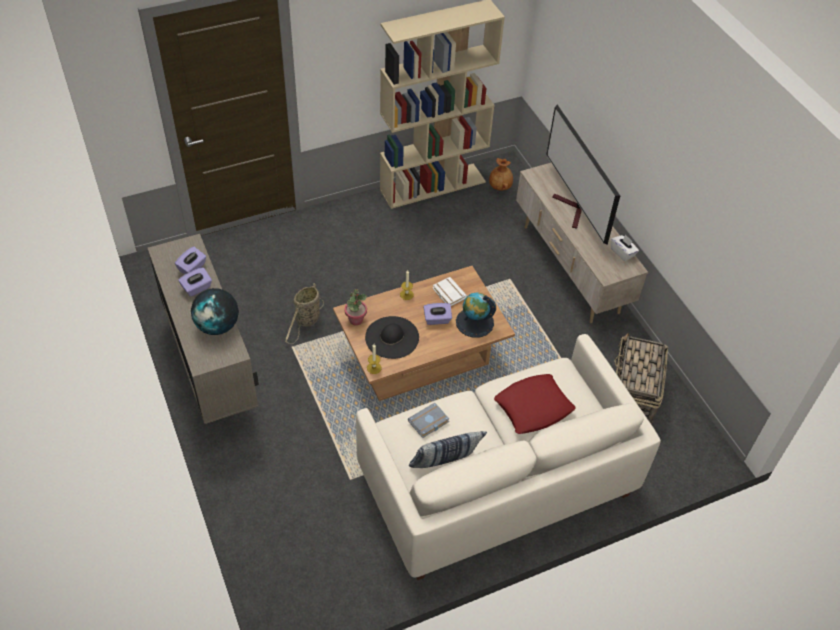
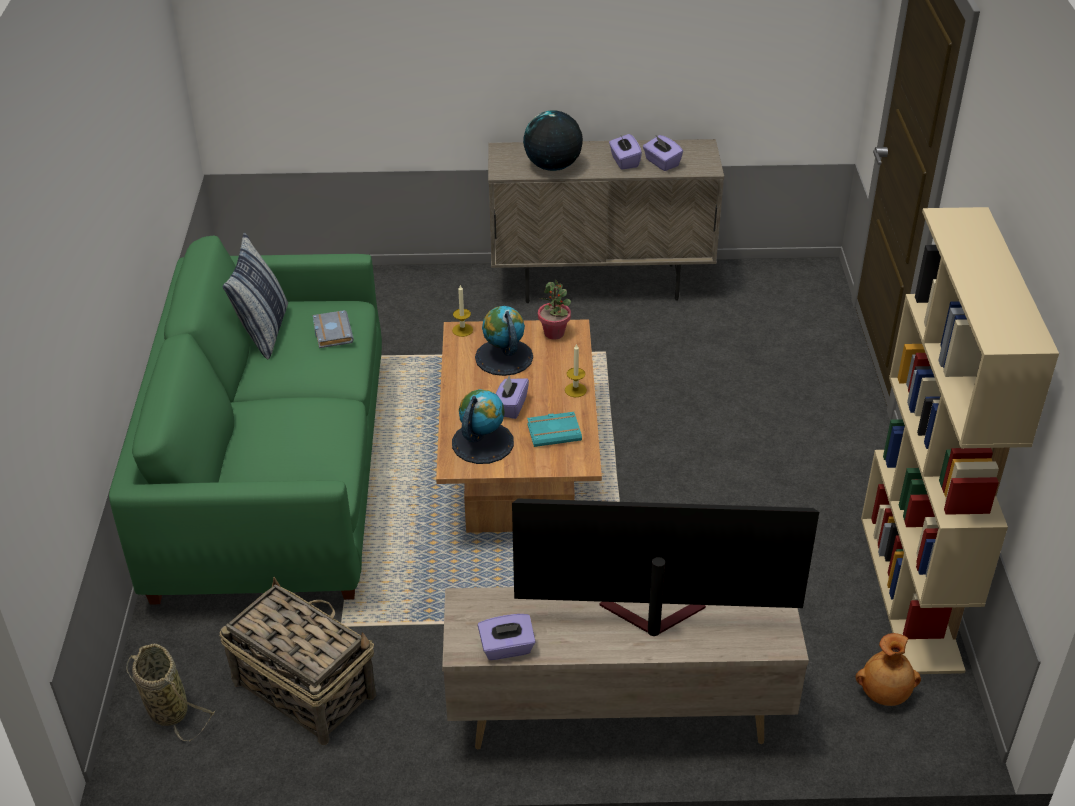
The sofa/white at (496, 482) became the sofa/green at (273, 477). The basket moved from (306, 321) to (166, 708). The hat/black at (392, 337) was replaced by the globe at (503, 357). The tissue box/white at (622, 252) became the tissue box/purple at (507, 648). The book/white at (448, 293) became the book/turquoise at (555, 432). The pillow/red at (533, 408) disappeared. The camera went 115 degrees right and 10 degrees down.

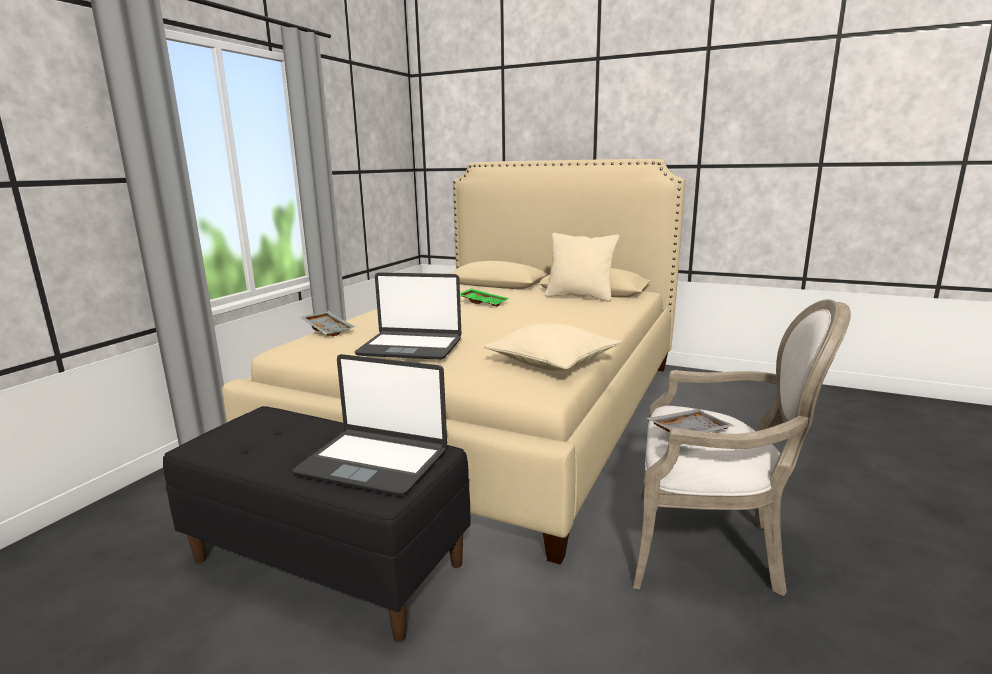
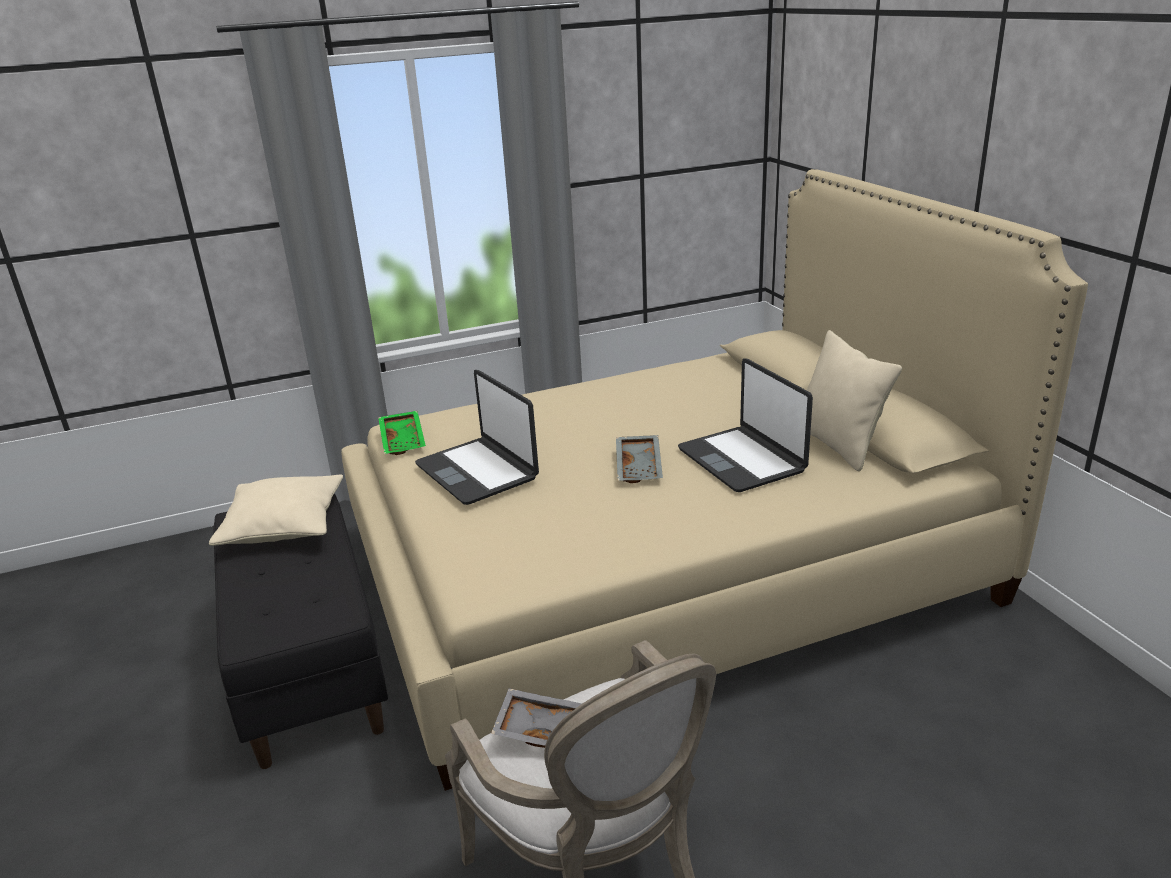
The pillow/beige moved from (552, 362) to (283, 526). The tray/green moved from (483, 303) to (404, 440). The tray/grey moved from (329, 330) to (640, 467). The laptop moved from (374, 462) to (742, 460). The camera went 45 degrees right and 10 degrees up.

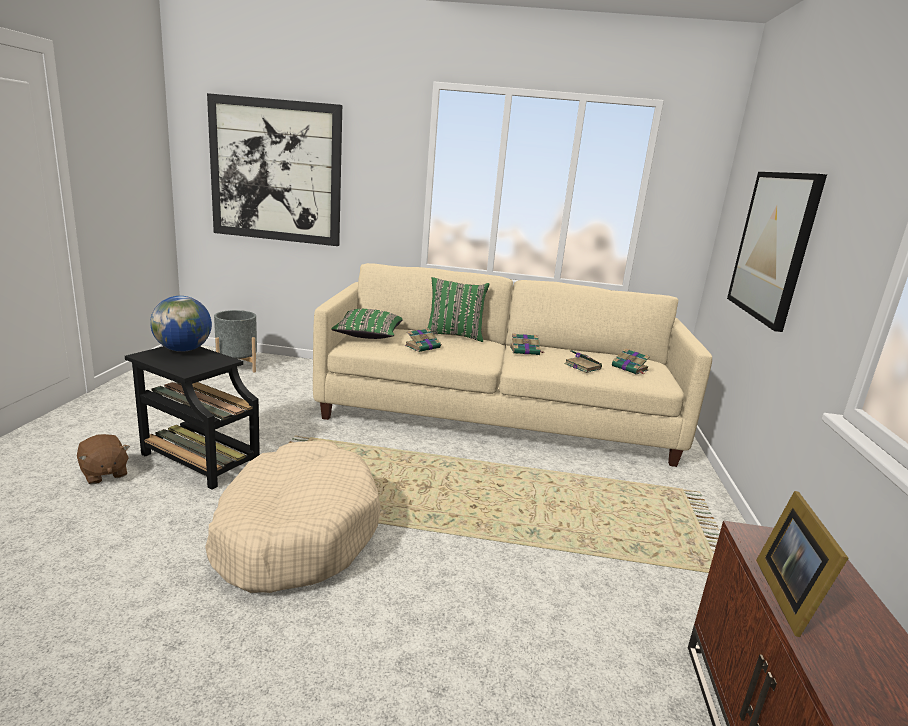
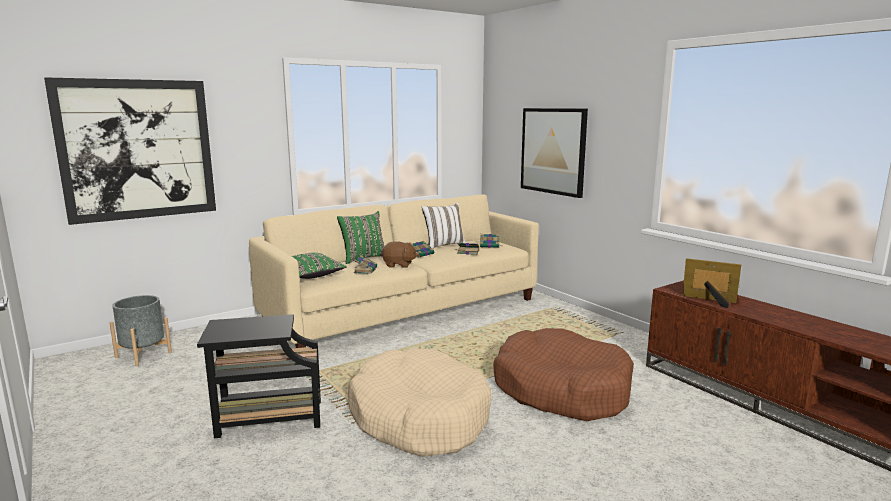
The plush toy/brown moved from (104, 473) to (399, 265). The pillow/white at (443, 245) appeared. The dog bed/brown at (561, 389) appeared. The picture frame at (789, 595) turned 150 degrees clockwise. The globe at (183, 350) disappeared. The camera went 40 degrees left and 5 degrees down.

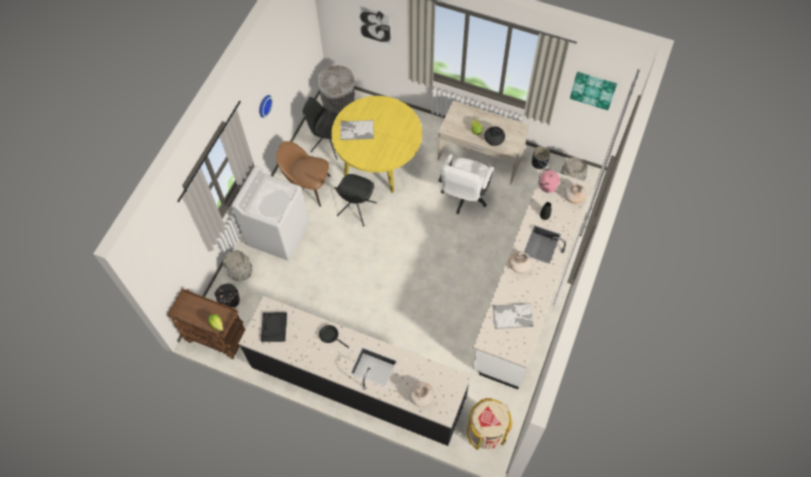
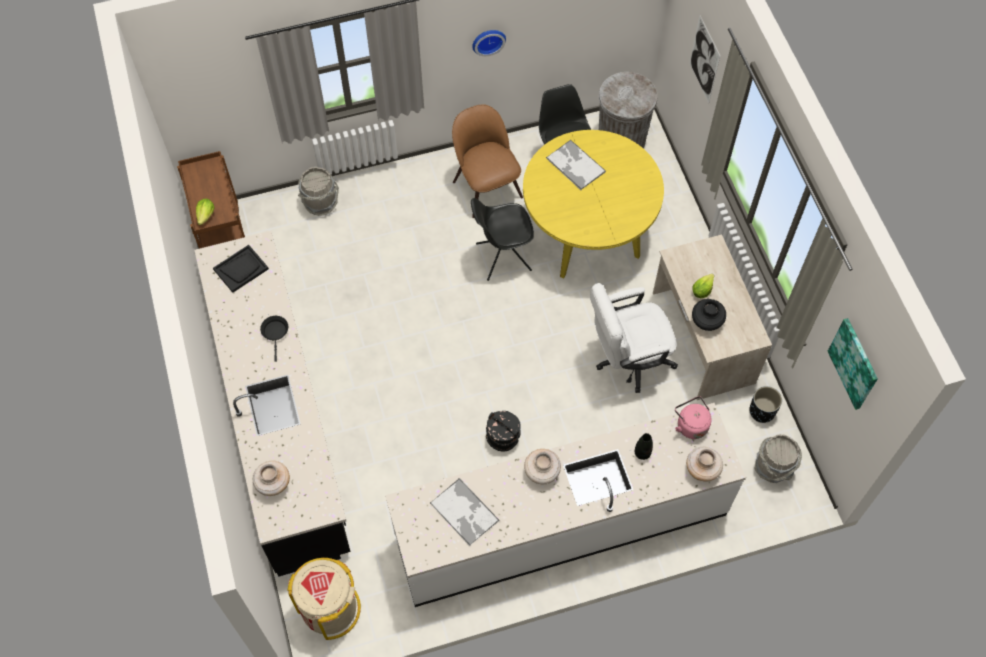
The bucket/black moved from (229, 301) to (503, 437). The washing machine/white at (278, 234) disappeared. The camera went 50 degrees right and 0 degrees up.

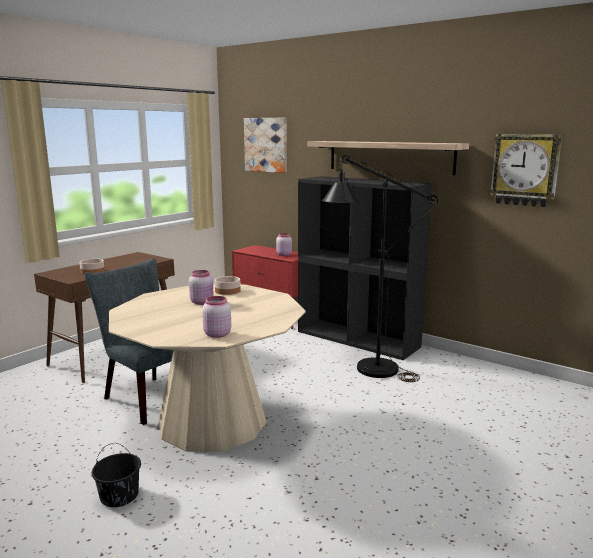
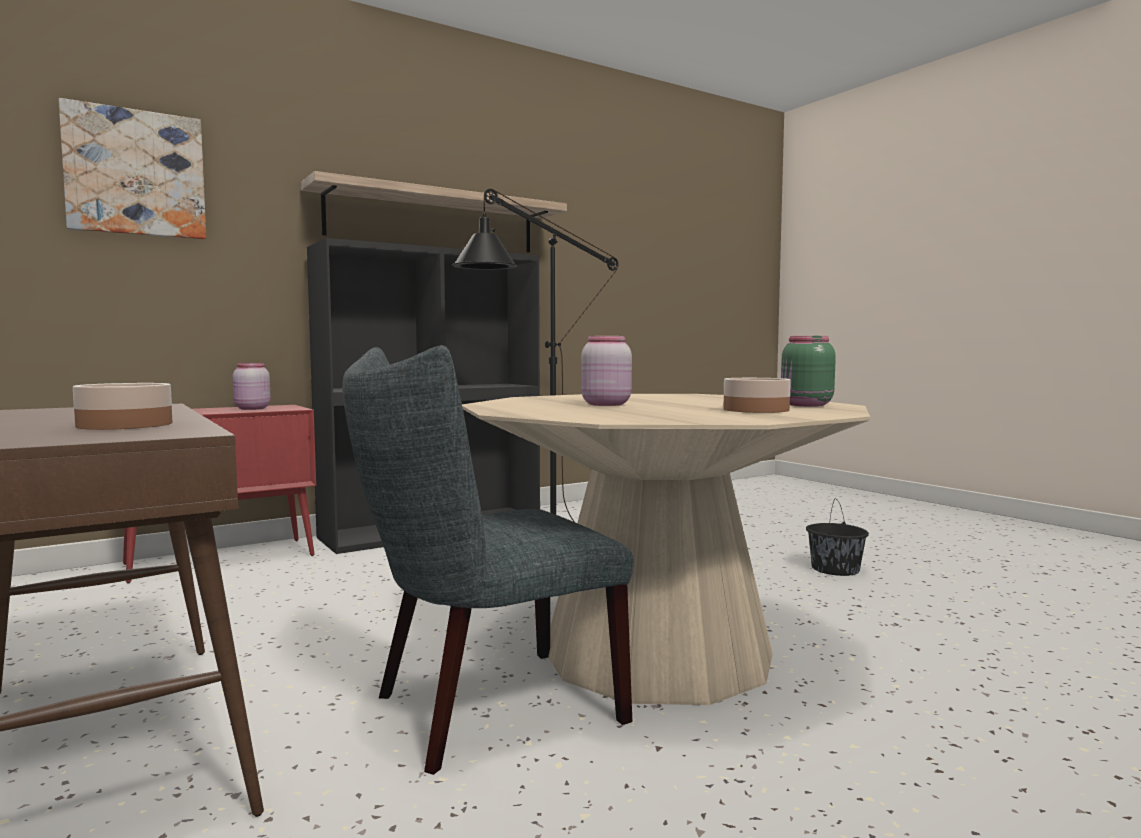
The bowl moved from (227, 291) to (754, 410). The jar/pink at (217, 334) became the jar/green at (805, 405). The bucket/black moved from (119, 495) to (835, 569). The wall clock at (525, 170) disappeared. The camera went 70 degrees left and 10 degrees down.

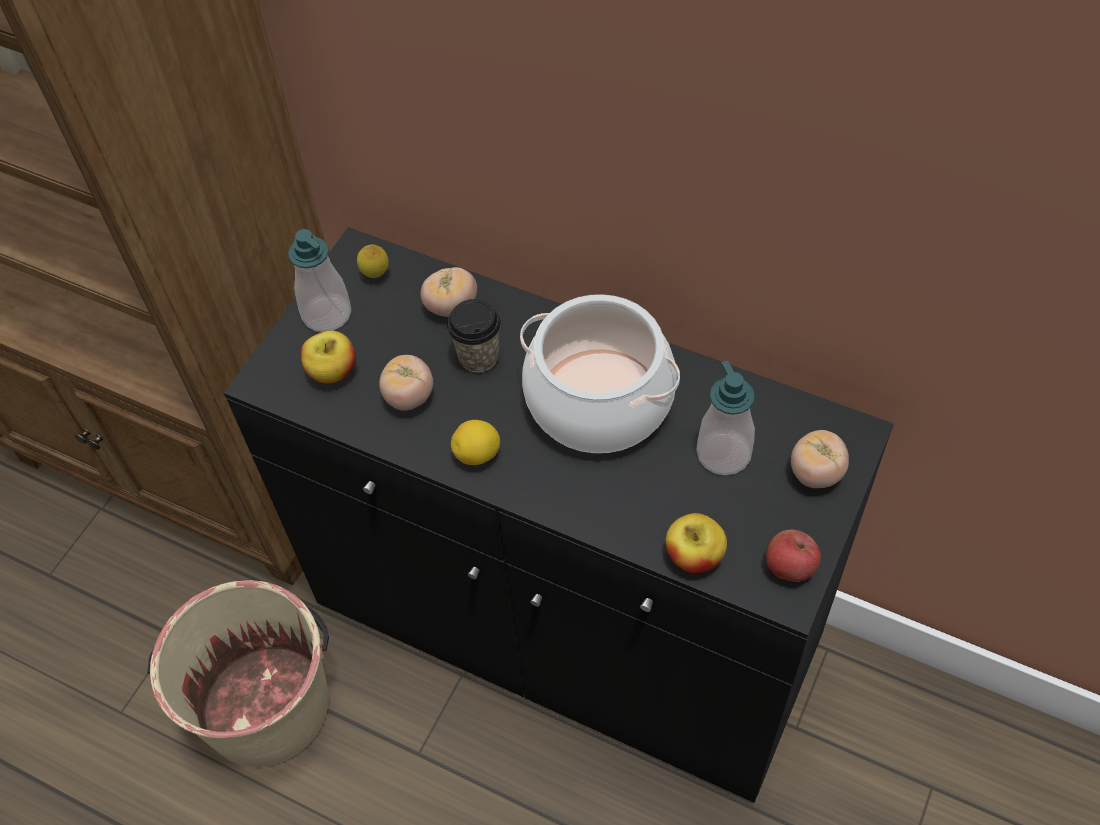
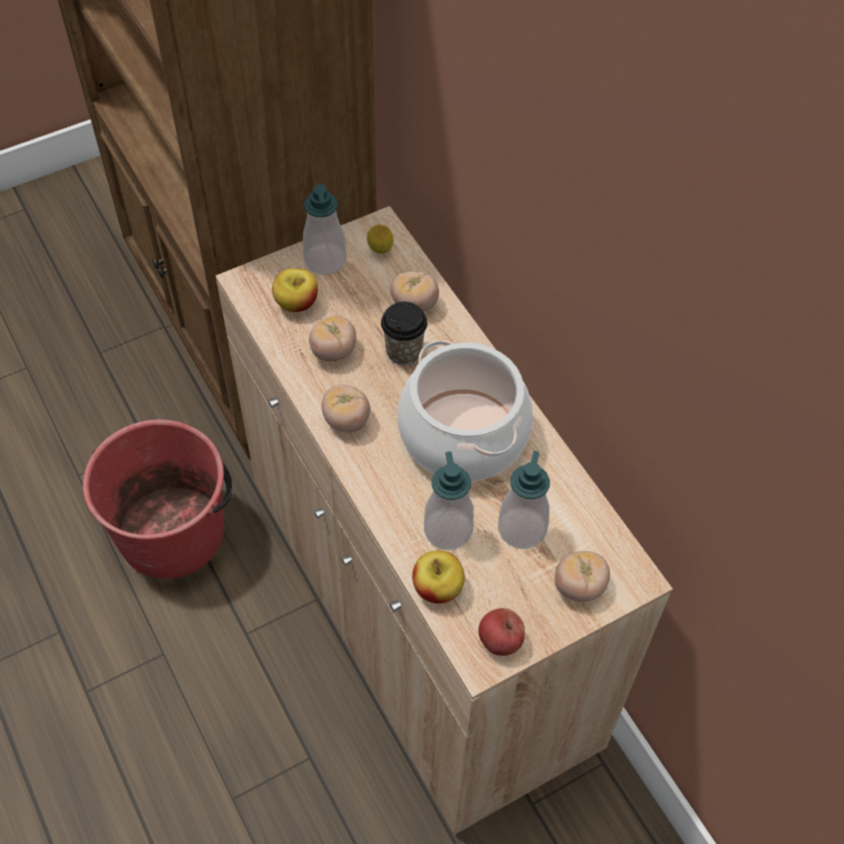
The bucket/beige at (266, 704) became the bucket/red at (172, 531). The cabinet/black at (565, 622) became the cabinet/beige at (418, 610). The lemon at (477, 454) was replaced by the tomato at (346, 420). The soap dispenser at (448, 530) appeared. The camera went 30 degrees right and 0 degrees up.

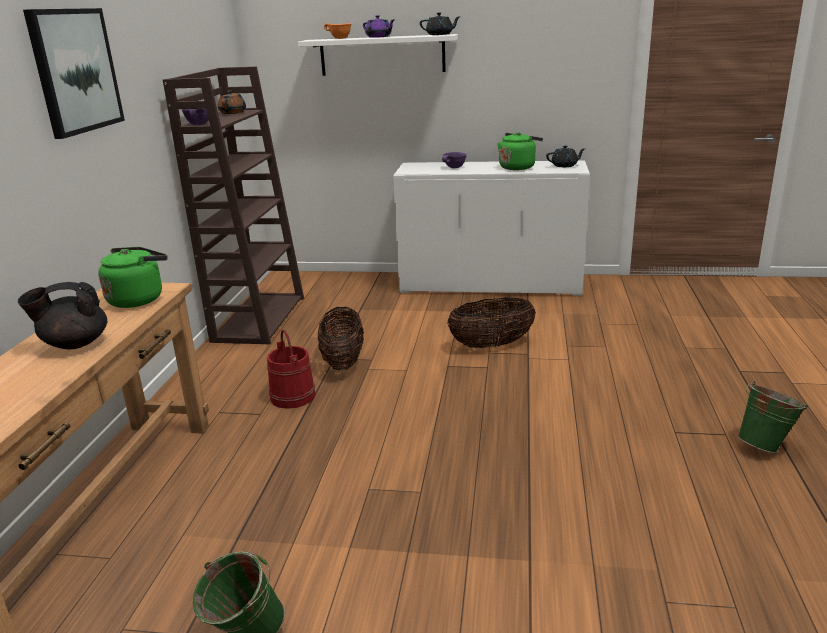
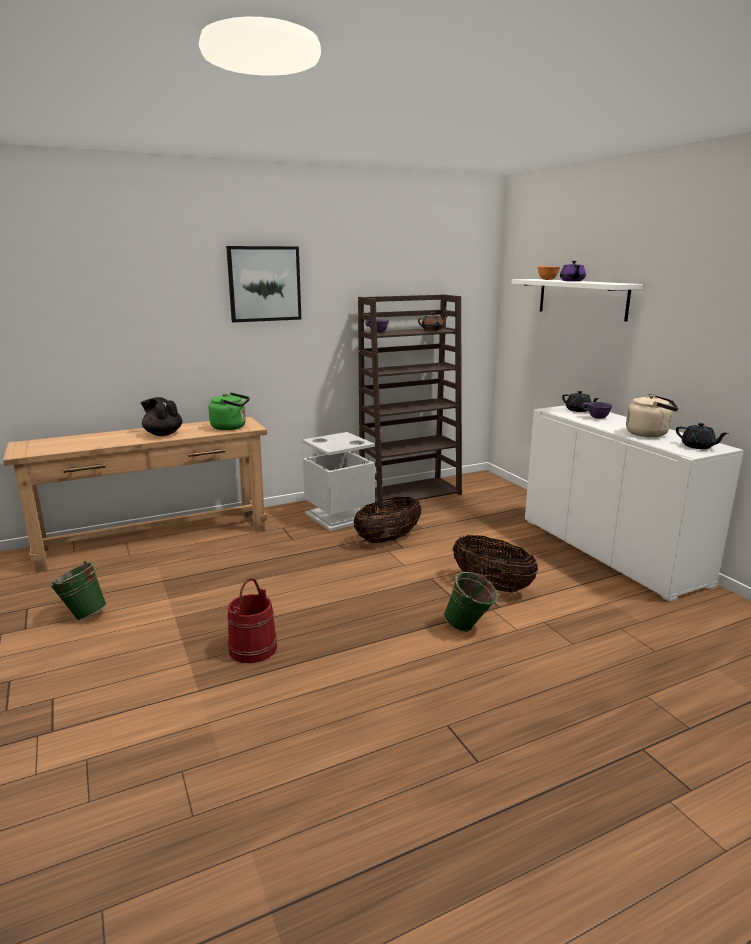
The bucket/red moved from (293, 396) to (253, 649). The trash can/grey at (338, 516) appeared. The bucket/green moved from (765, 445) to (469, 628). The teapot/black moved from (440, 34) to (578, 410). The kettle/green at (518, 167) became the kettle/beige at (649, 434). The camera went 55 degrees right and 5 degrees down.

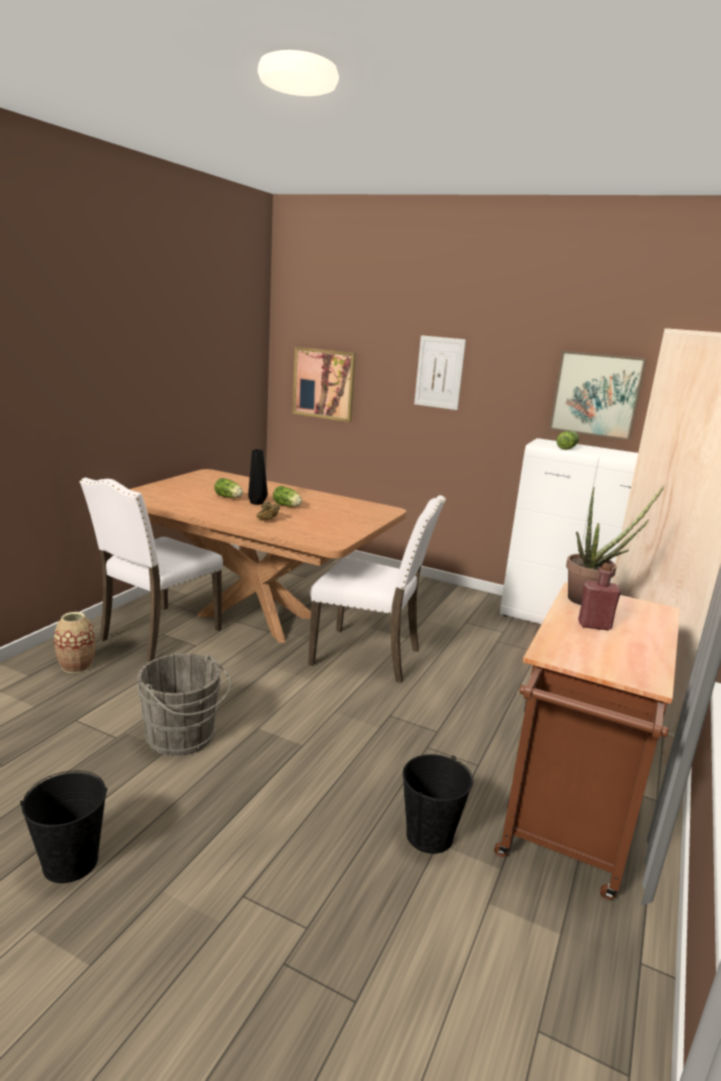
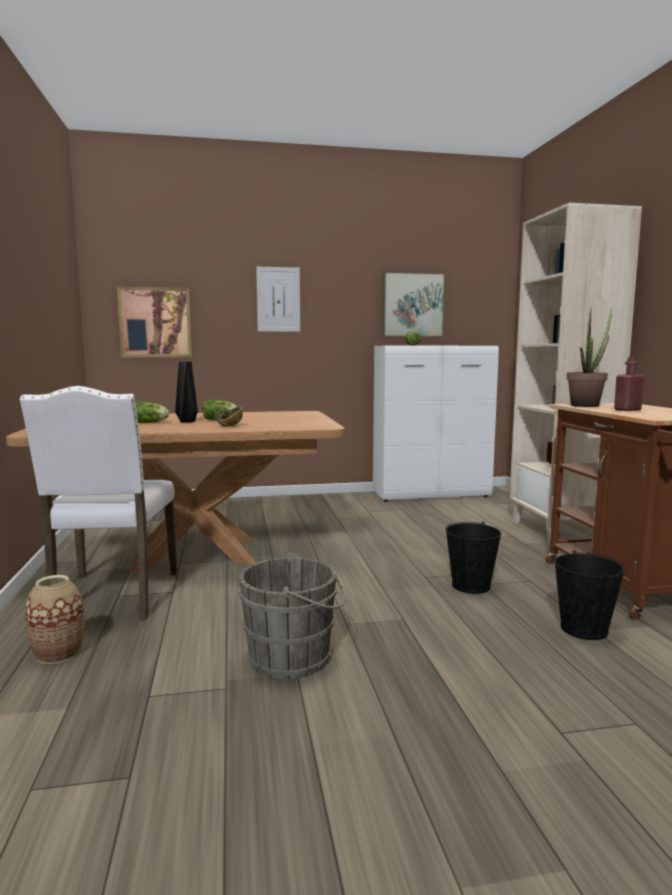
The bucket/black moved from (70, 862) to (471, 586). The chair/white at (369, 656) disappeared. The camera went 35 degrees left and 10 degrees down.

